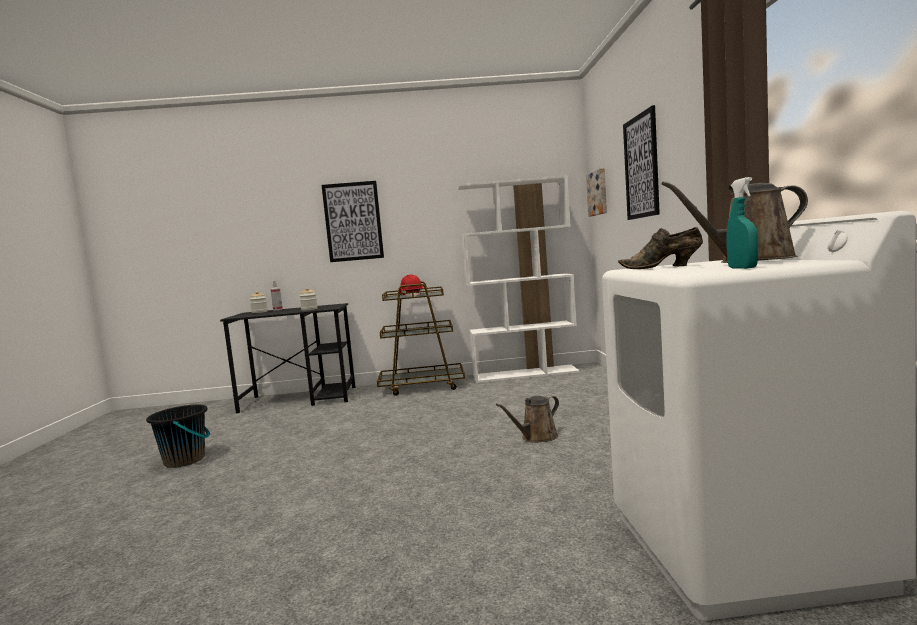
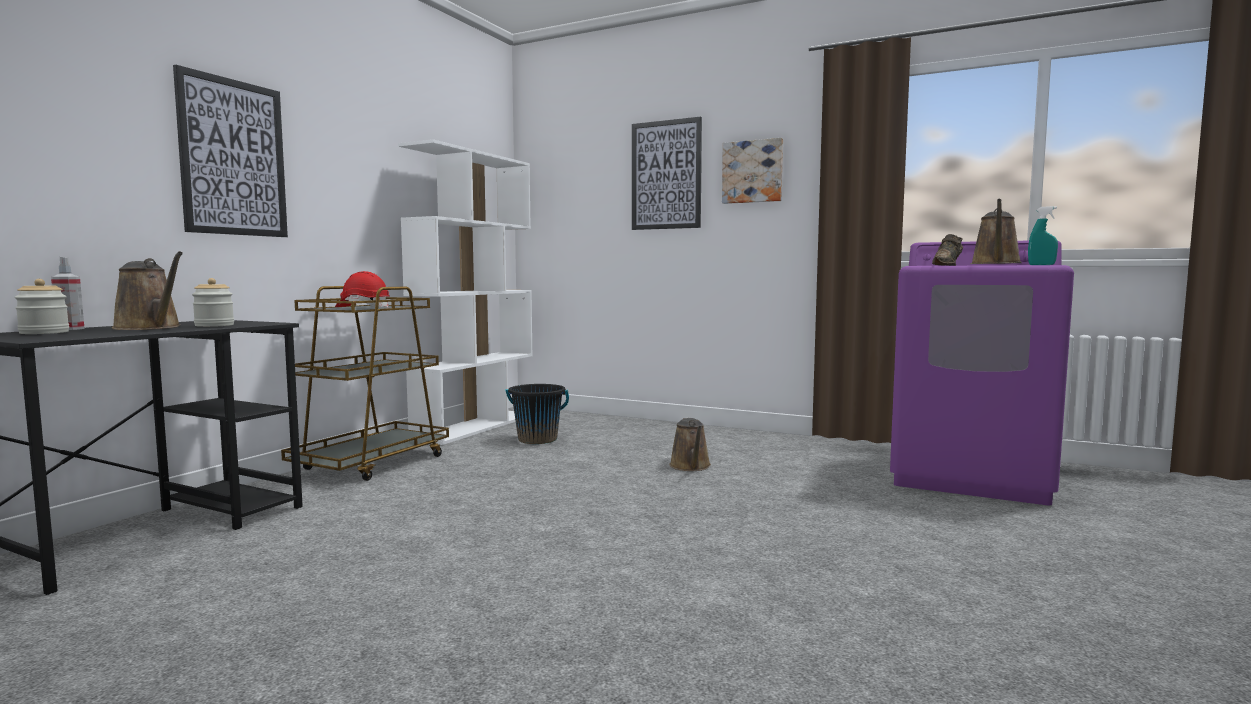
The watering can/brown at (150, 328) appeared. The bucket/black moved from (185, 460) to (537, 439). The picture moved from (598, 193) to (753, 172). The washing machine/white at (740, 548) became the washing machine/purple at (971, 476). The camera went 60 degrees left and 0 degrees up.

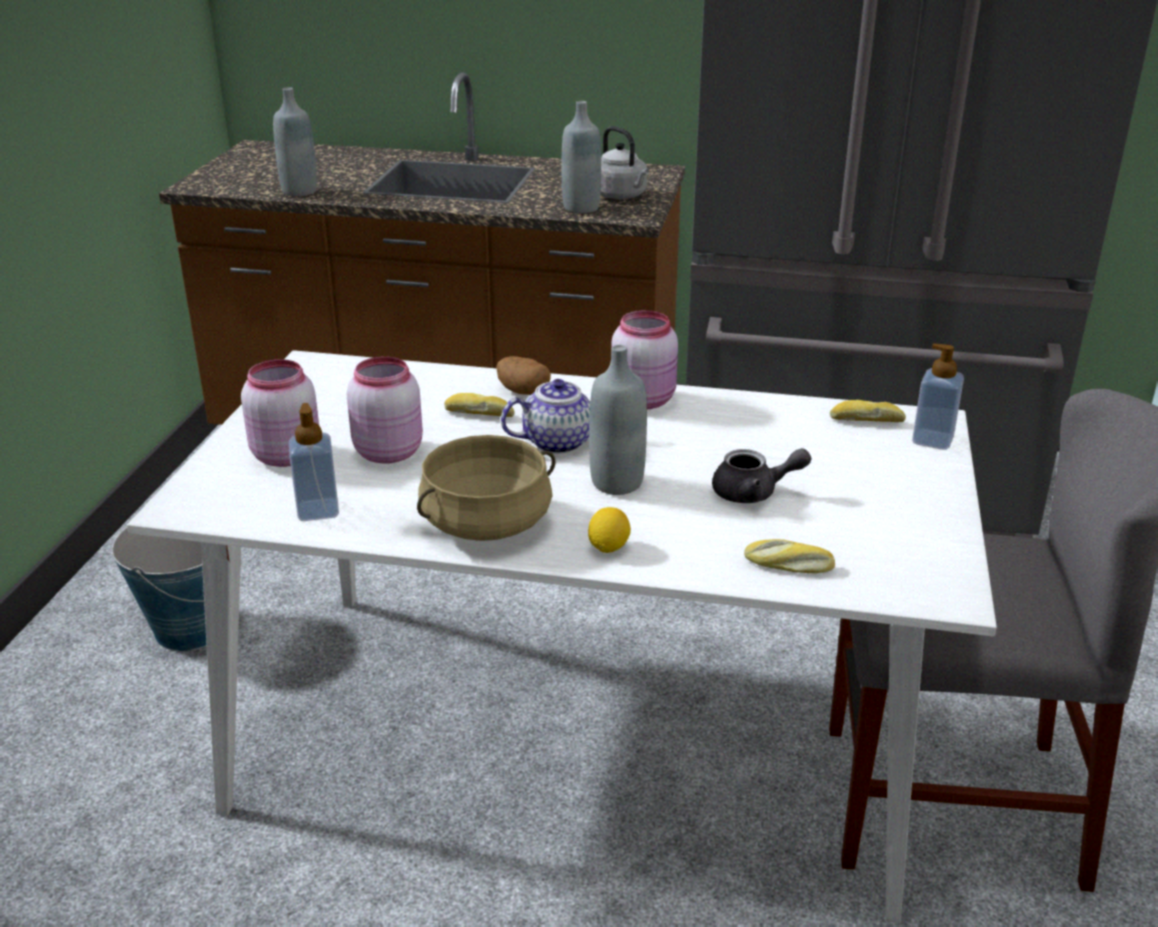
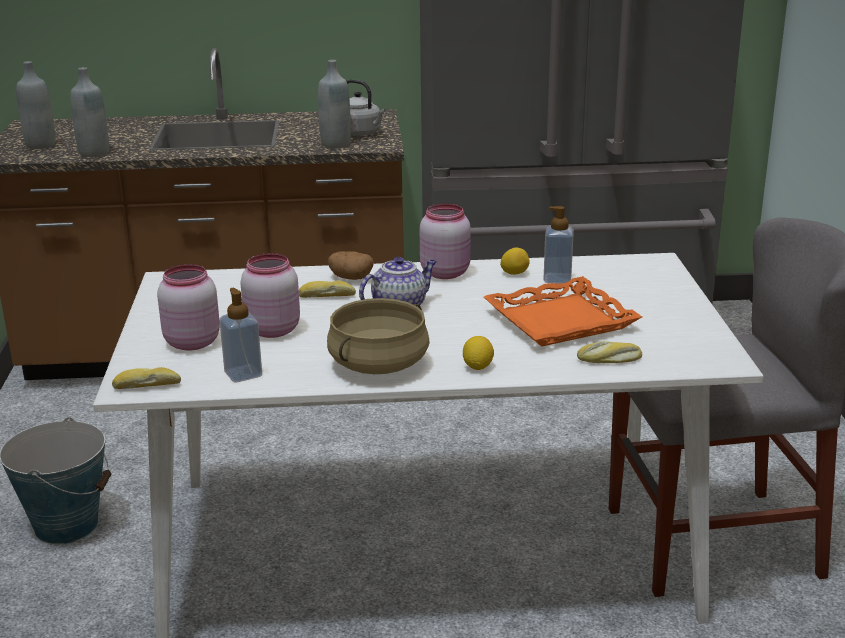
The bottle/grey moved from (617, 483) to (40, 145). The bread moved from (866, 420) to (147, 386). The teapot/grey at (754, 493) was replaced by the tray/orange at (560, 320). The lemon at (514, 273) appeared. The soap dispenser moved from (932, 440) to (557, 279). The camera went 15 degrees left and 5 degrees down.

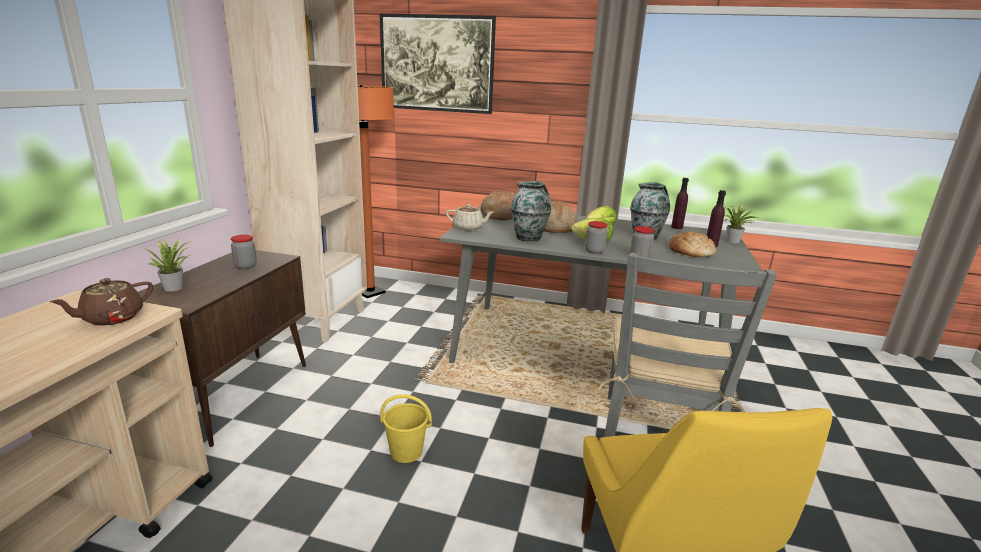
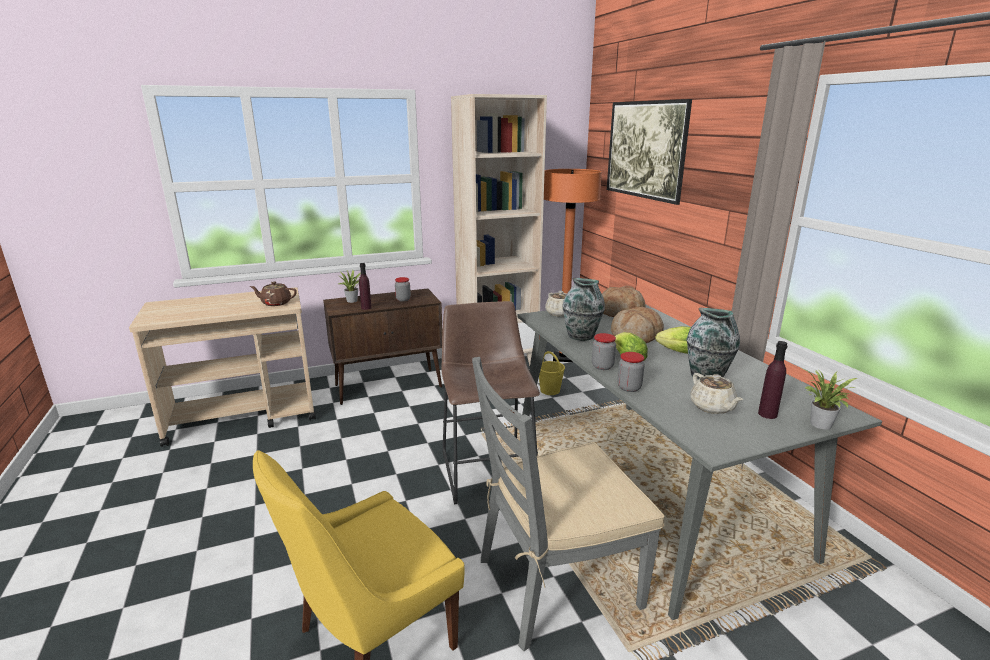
The bottle/purple moved from (677, 227) to (366, 308). The stool/brown at (487, 468) appeared. The bucket/yellow moved from (407, 452) to (550, 390). The bread at (691, 251) was replaced by the teapot/beige at (712, 407). The camera went 55 degrees right and 0 degrees up.

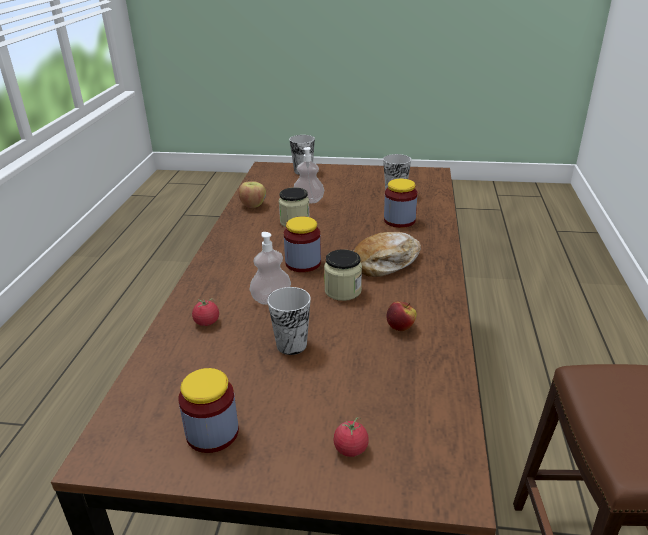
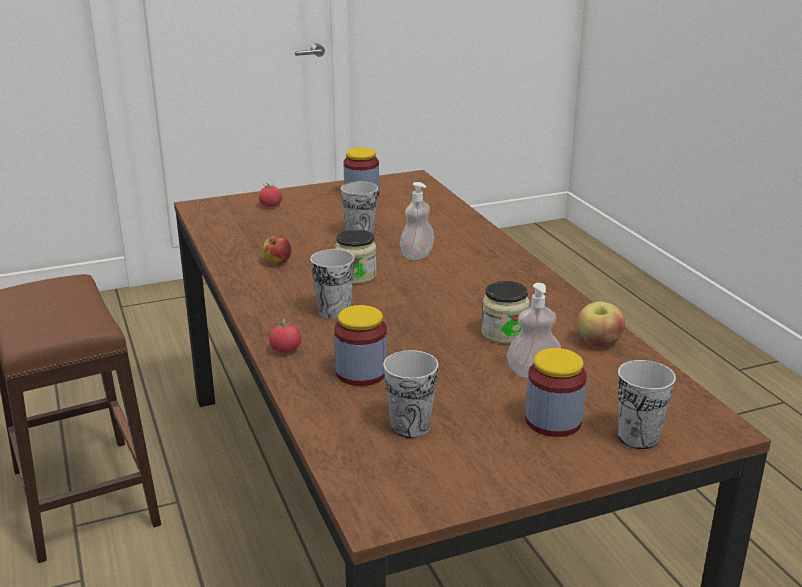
The tomato moved from (207, 322) to (285, 350). The bread at (386, 262) was replaced by the cup at (334, 311). The jar moved from (303, 263) to (553, 421). The camera went 150 degrees right and 5 degrees down.

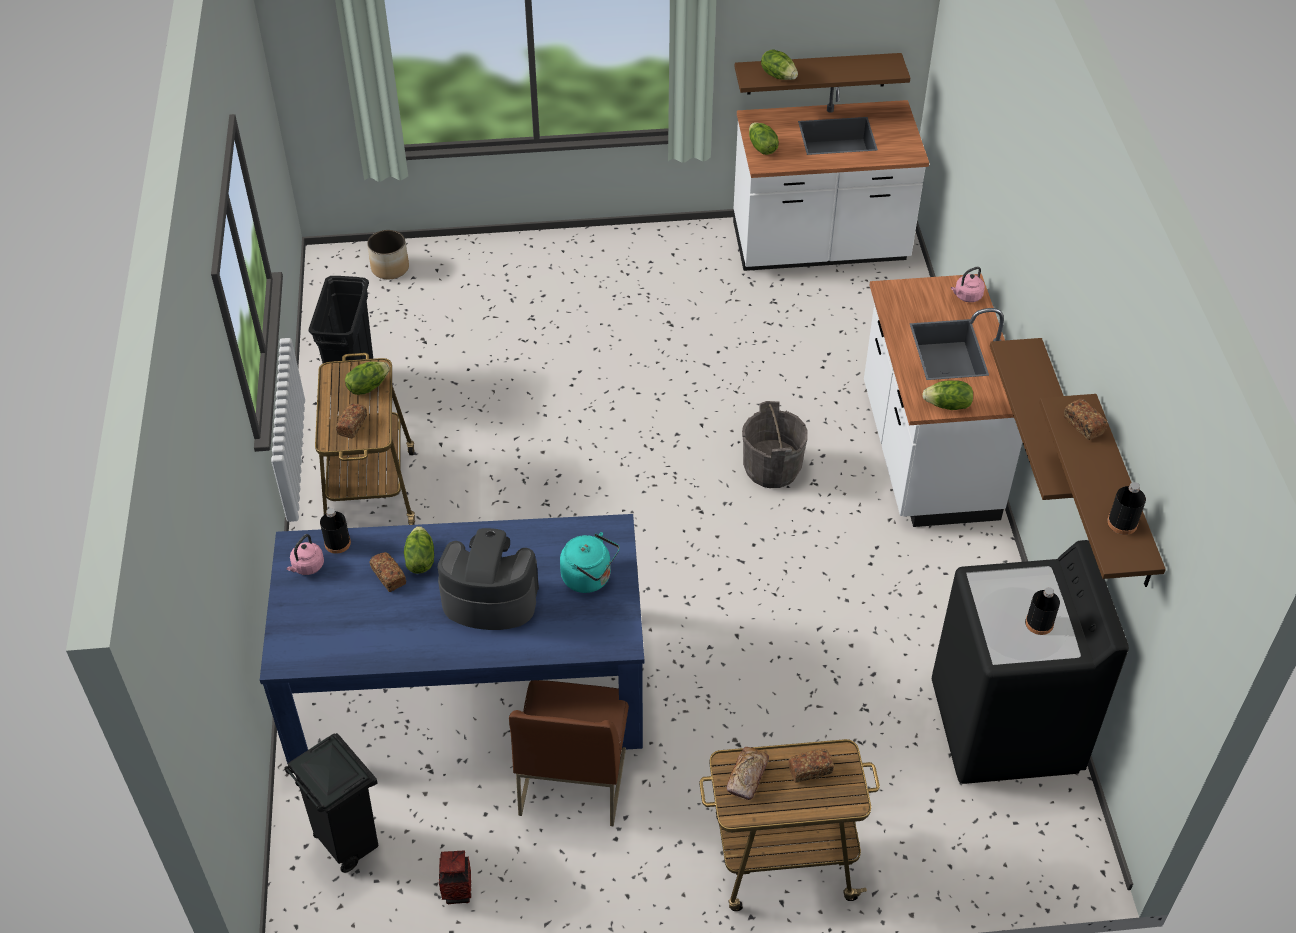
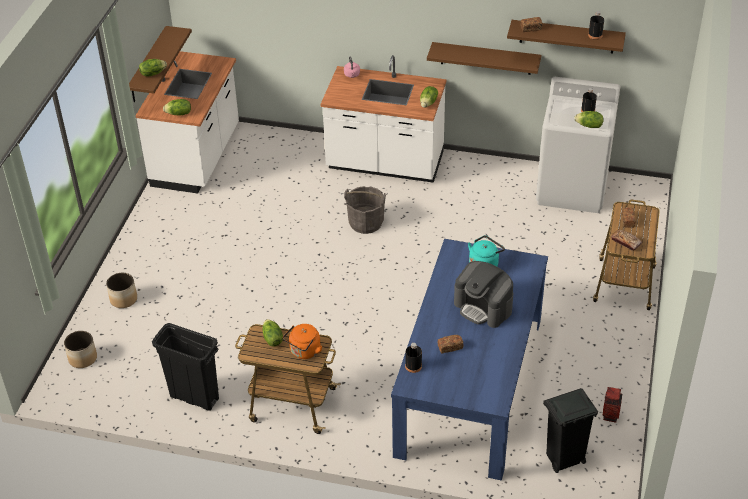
The planter at (123, 299) appeared. The bread at (352, 425) was replaced by the kettle/orange at (304, 352). The coffee machine at (489, 598) turned 75 degrees counterclockwise. The washing machine/black at (1005, 728) became the washing machine/white at (572, 188). The lettuce moved from (419, 560) to (589, 126). The kettle/pink at (307, 567) disappeared. The chair/brown at (573, 775) disappeared. The camera went 70 degrees left and 5 degrees down.

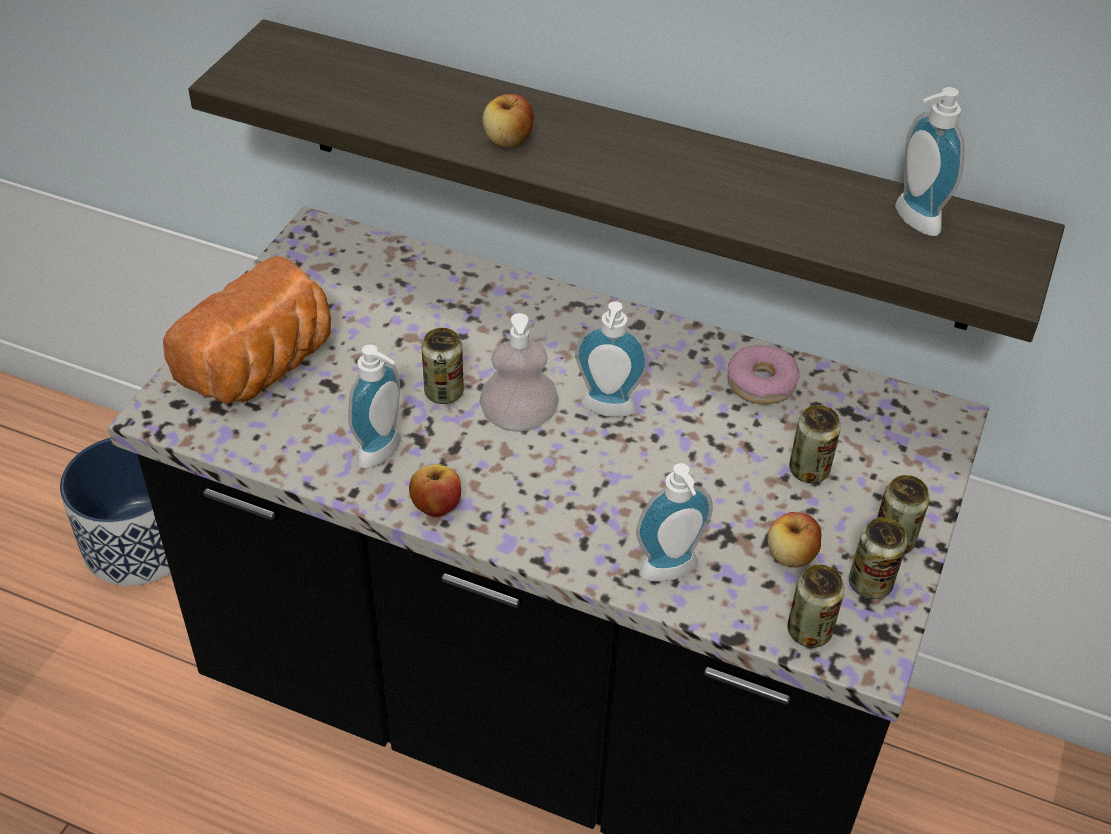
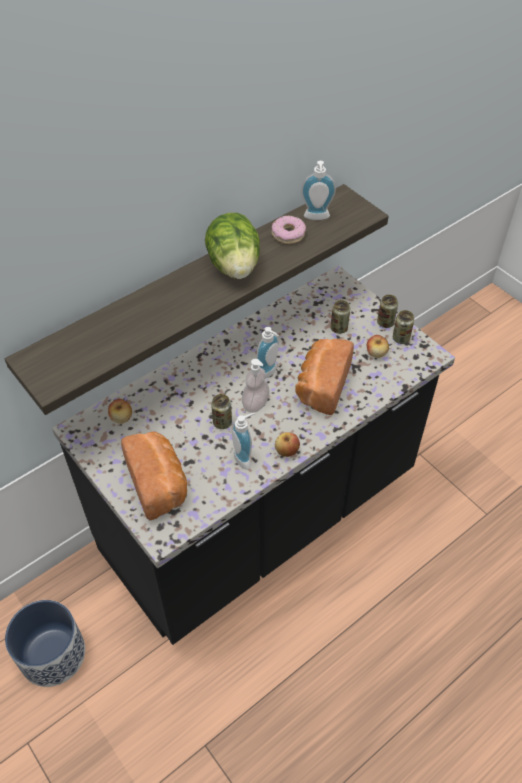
The apple moved from (508, 141) to (121, 418). The lettuce at (234, 266) appeared. The donut moved from (761, 382) to (288, 234). The bread at (321, 386) appeared. The soap dispenser at (671, 574) disappeared. The can at (809, 631) disappeared. The camera went 60 degrees left and 5 degrees up.

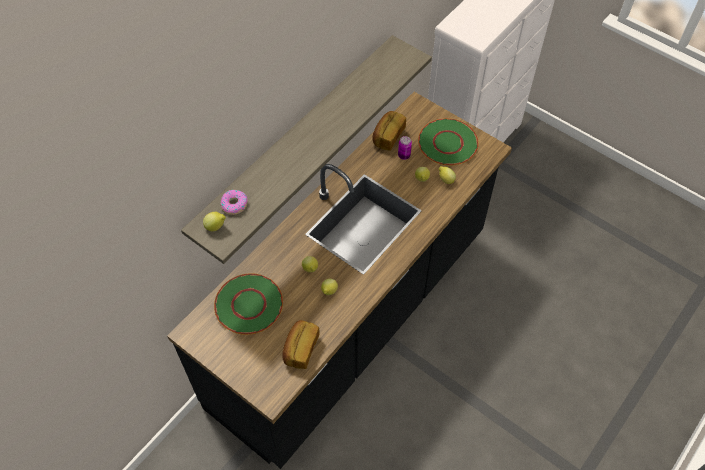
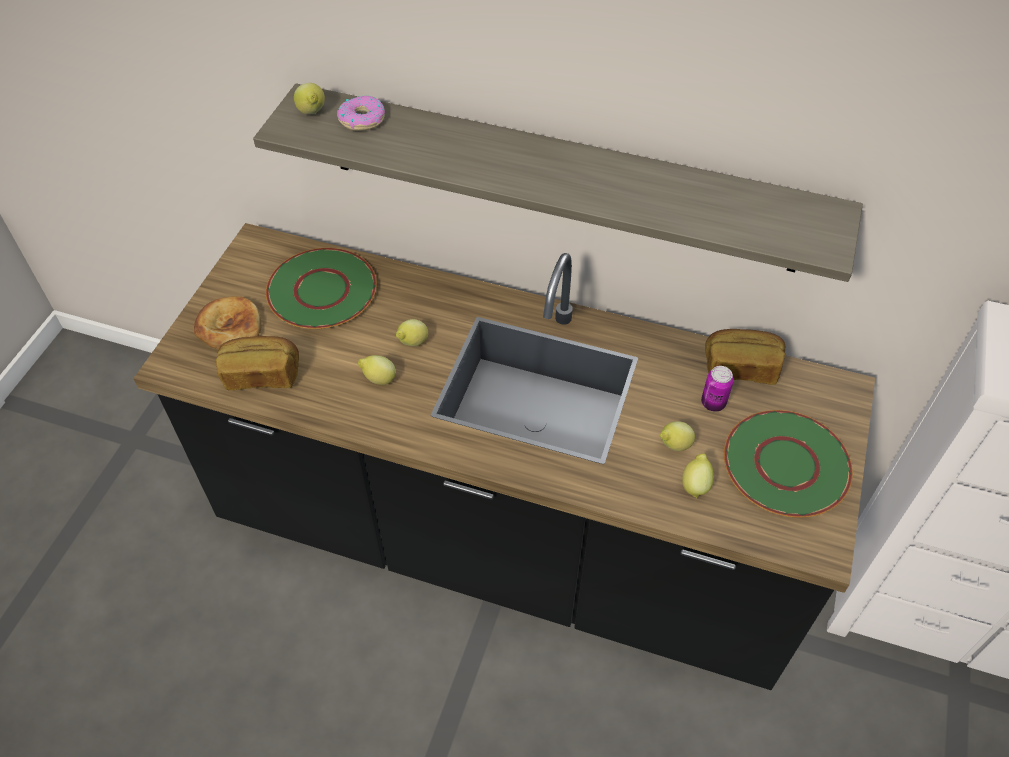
The bread at (229, 326) appeared. The camera went 70 degrees right and 5 degrees down.

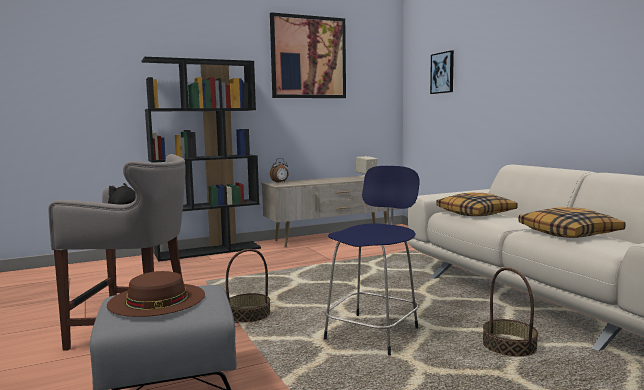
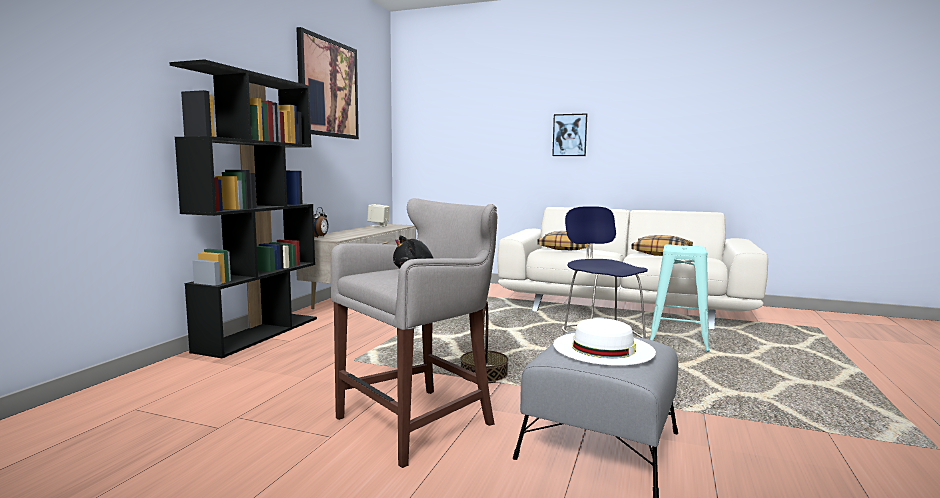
The picture moved from (442, 73) to (569, 135). The hat/brown at (157, 299) became the hat/white at (603, 348). The basket at (509, 346) was replaced by the stool/turquoise at (678, 339). The camera went 45 degrees left and 0 degrees up.

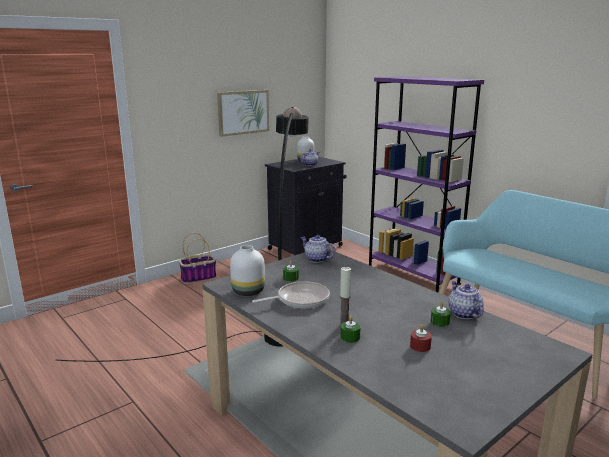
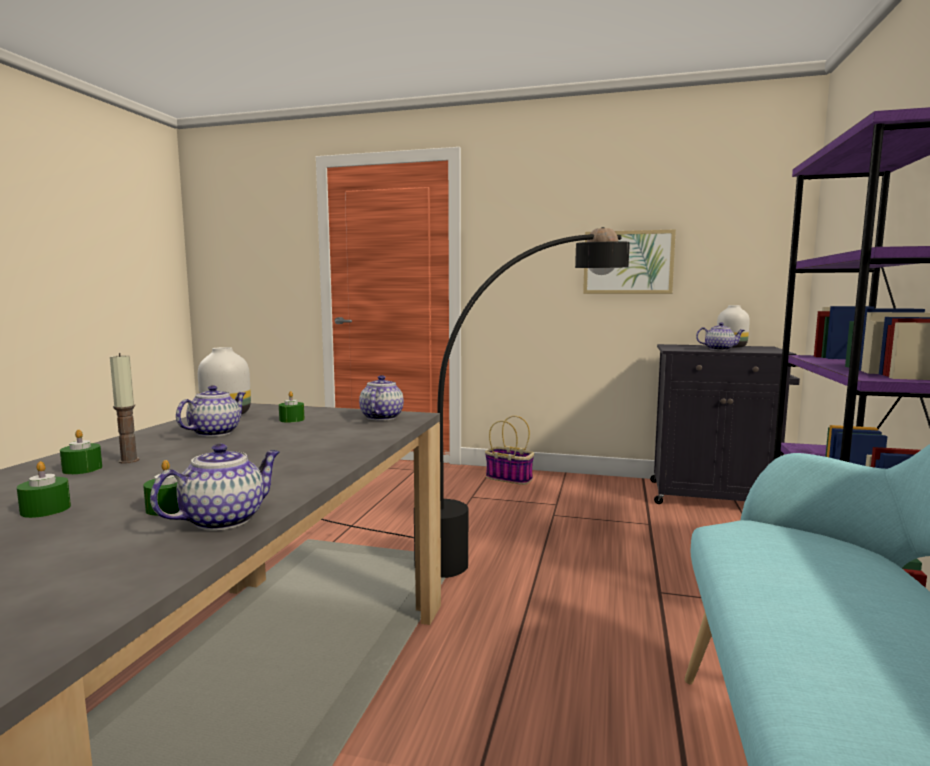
The candle/red at (420, 346) became the candle/green at (45, 509). The frying pan at (300, 299) was replaced by the teapot at (215, 432). The camera went 55 degrees right and 10 degrees down.

